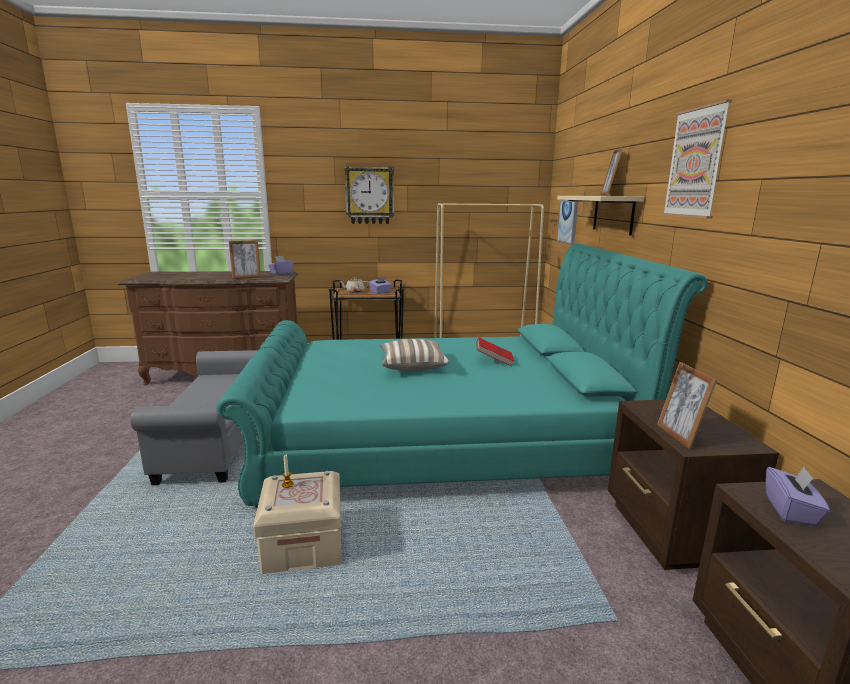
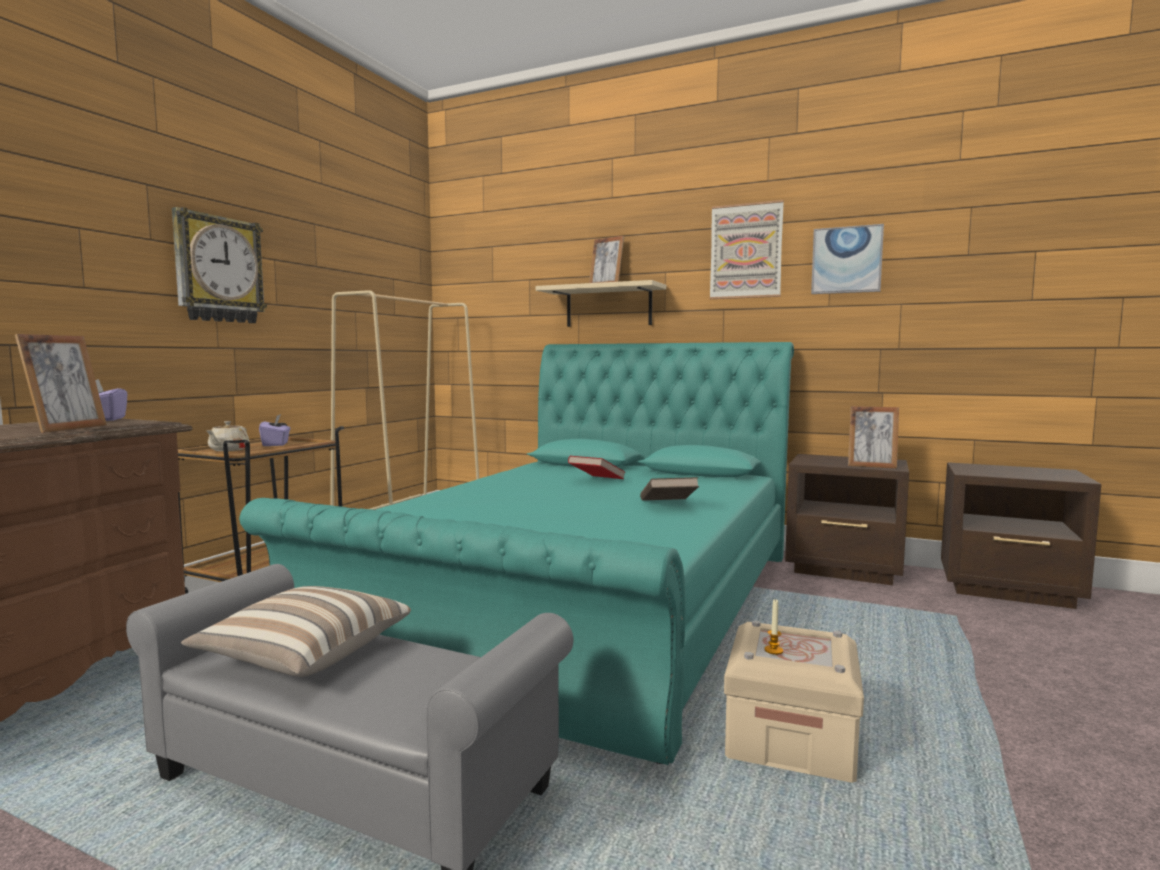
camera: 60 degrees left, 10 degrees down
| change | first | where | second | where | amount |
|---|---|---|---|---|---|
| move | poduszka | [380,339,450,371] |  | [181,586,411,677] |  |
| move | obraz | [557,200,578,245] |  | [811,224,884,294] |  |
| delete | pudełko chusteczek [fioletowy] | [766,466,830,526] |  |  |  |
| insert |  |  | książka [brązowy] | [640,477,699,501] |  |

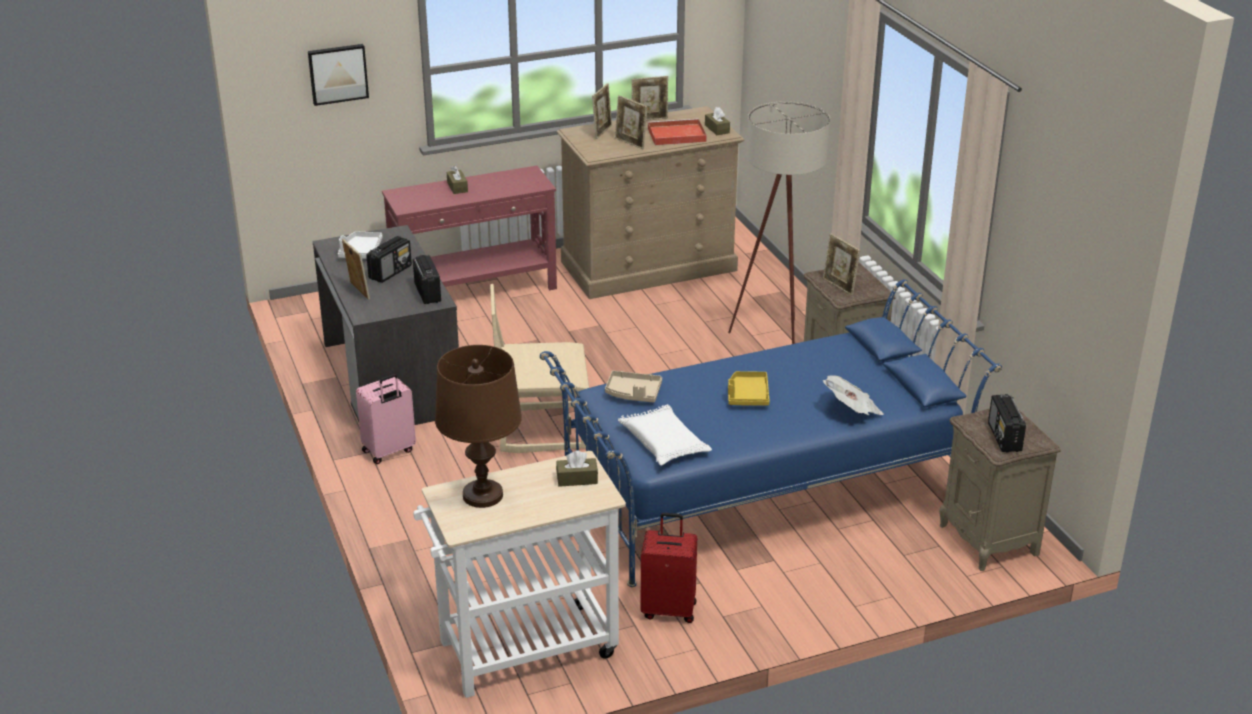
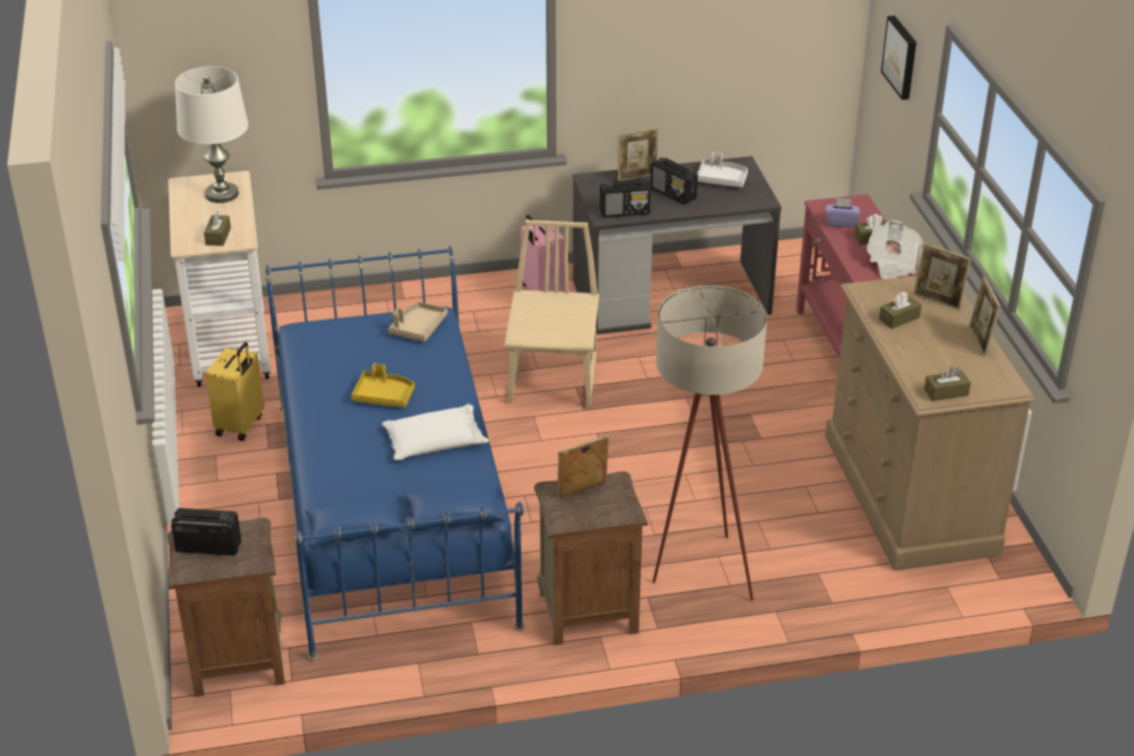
camera: 100 degrees right, 5 degrees up
| change | first | where | second | where | amount |
|---|---|---|---|---|---|
| recolor | lampa stołowa [brązowy] | [435,345,522,508] | lampa stołowa [biały] | [175,66,248,203] |  |
| replace | ramka na zdjęcie | [615,95,648,149] | pudełko chusteczek [brązowy] | [879,291,921,329] |  |
| move | poduszka [biały] | [618,404,712,466] |  | [382,403,489,461] |  |
| recolor | walizka [czerwony] | [641,513,697,623] | walizka [żółty] | [205,342,264,441] |  |
| delete | taca [czerwony] | [648,118,707,145] |  |  |  |
| move | gazeta | [823,375,884,415] |  | [866,220,923,279] |  |
| insert |  |  | pudełko chusteczek [fioletowy] | [825,198,860,228] |  |

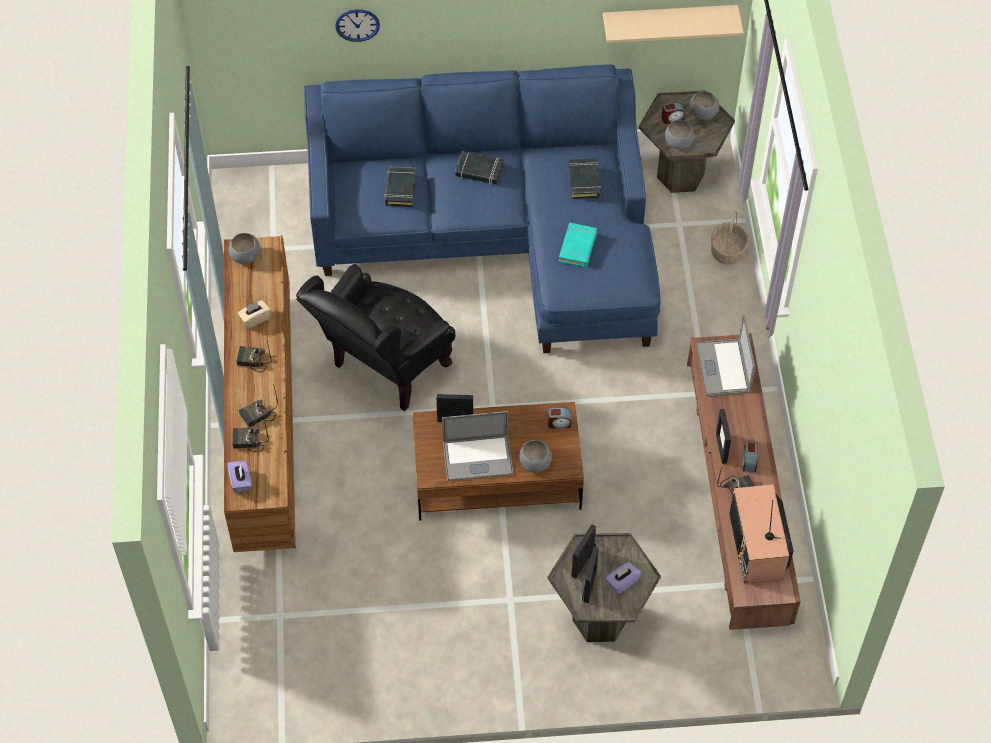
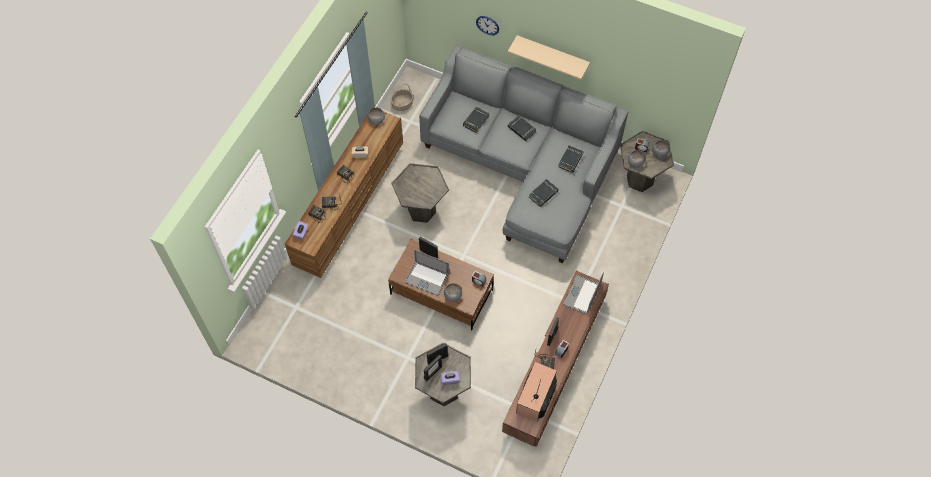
camera: 30 degrees right, 5 degrees up
| change | first | where | second | where | amount |
|---|---|---|---|---|---|
| replace | fotel [czarny] | [296,264,455,411] | stolik [szary] | [391,163,449,223] |  |
| recolor | kanapa [niebieski] | [304,64,661,353] | kanapa [szary] | [419,45,629,263] |  |
| recolor | książka [turkusowy] | [559,222,597,267] | książka [czarny] | [529,179,558,207] |  |
| move | półka [beżowy] | [603,5,744,43] |  | [508,35,590,80] |  |
| move | koszyk | [711,211,749,265] |  | [391,84,413,111] |  |

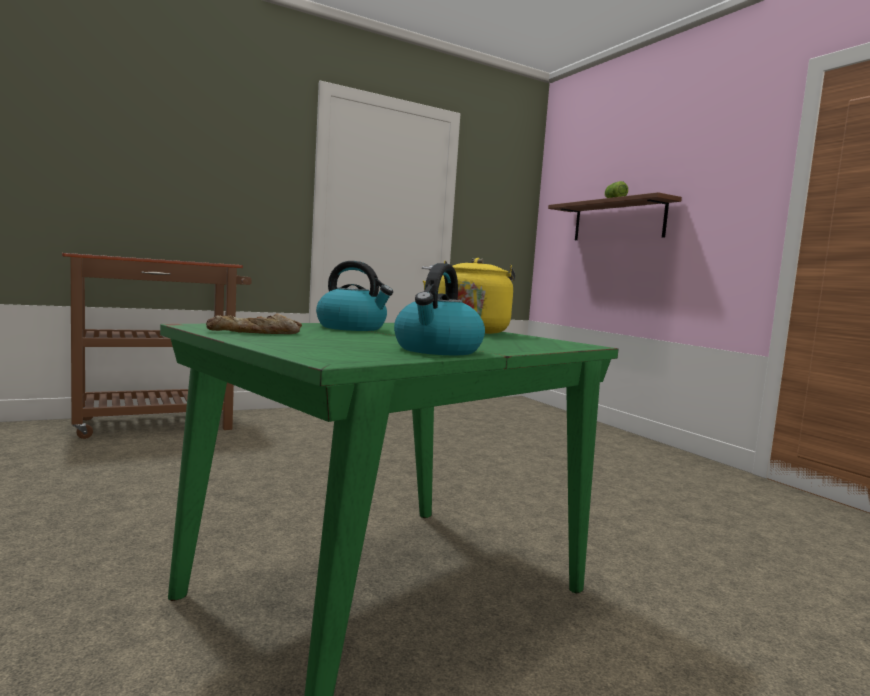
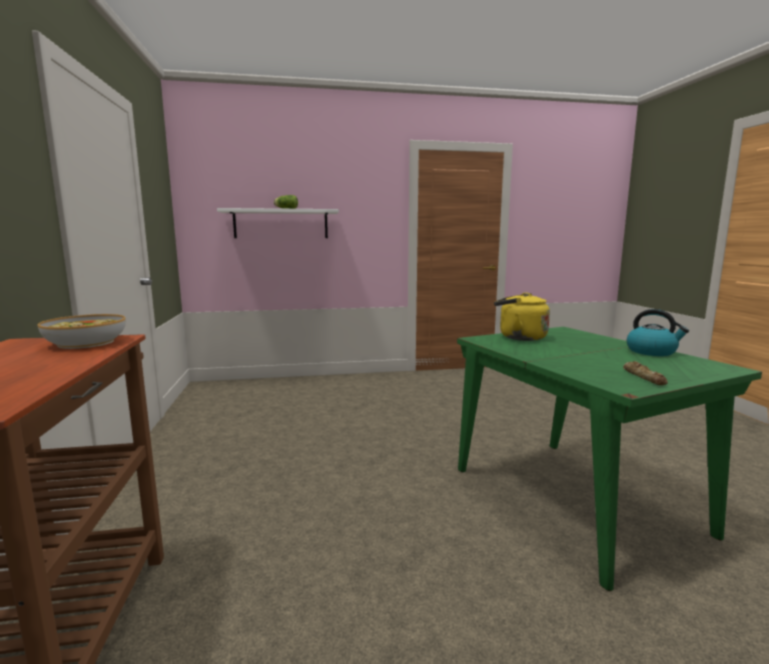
camera: 70 degrees left, 5 degrees up
| change | first | where | second | where | amount |
|---|---|---|---|---|---|
| delete | czajnik | [316,261,393,331] |  |  |  |
| recolor | półka [brązowy] | [548,192,682,240] | półka [biały] | [217,208,339,238] |  |
| insert |  |  | miska | [38,314,126,349] |  |

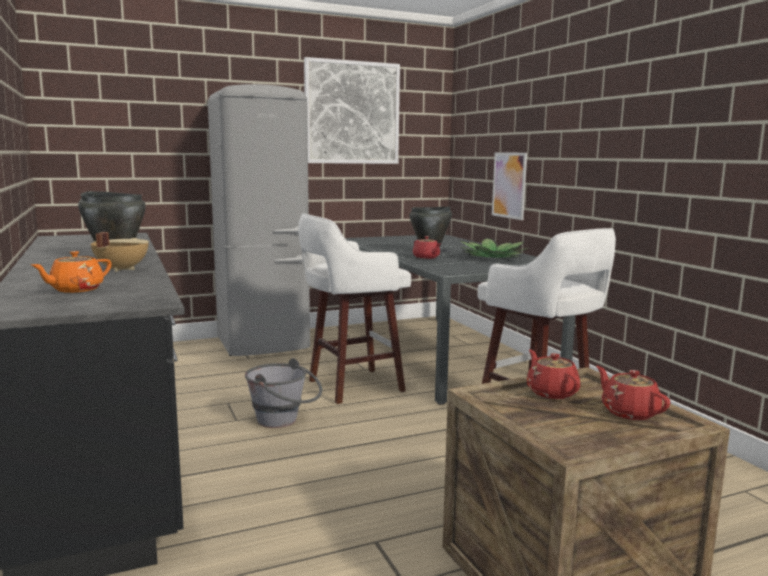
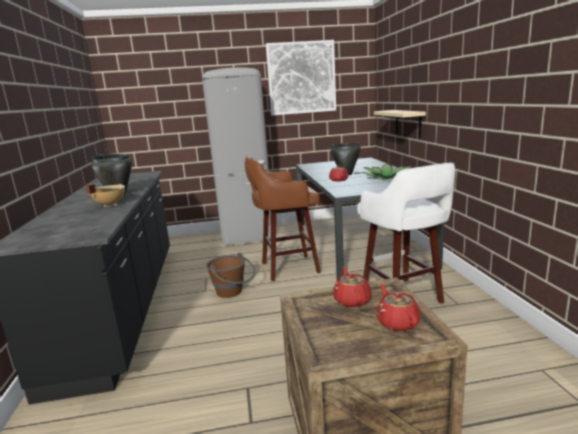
camera: 15 degrees right, 5 degrees up
| change | first | where | second | where | amount |
|---|---|---|---|---|---|
| delete | imbryk [pomarańczowy] | [32,251,112,293] |  |  |  |
| recolor | wiadro [szary] | [245,358,322,428] | wiadro [brązowy] | [206,253,255,298] |  |
| recolor | stołek [biały] | [298,213,411,404] | stołek [brązowy] | [245,156,321,281] |  |
| replace | obraz | [492,153,527,220] | półka [beżowy] | [374,110,426,138] |  |

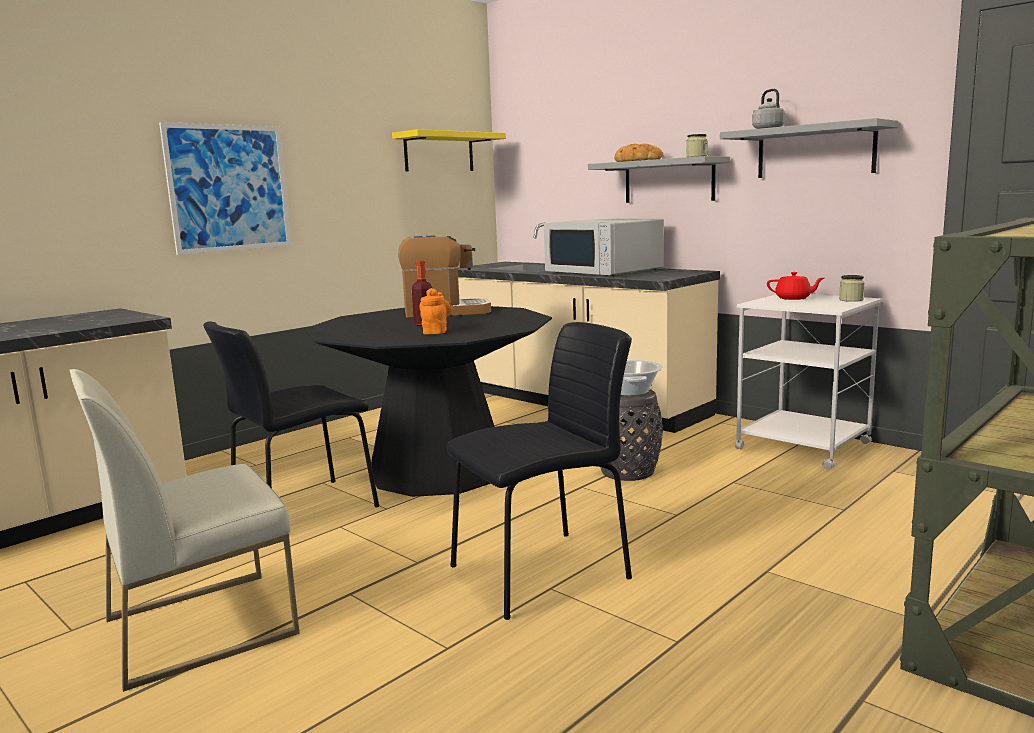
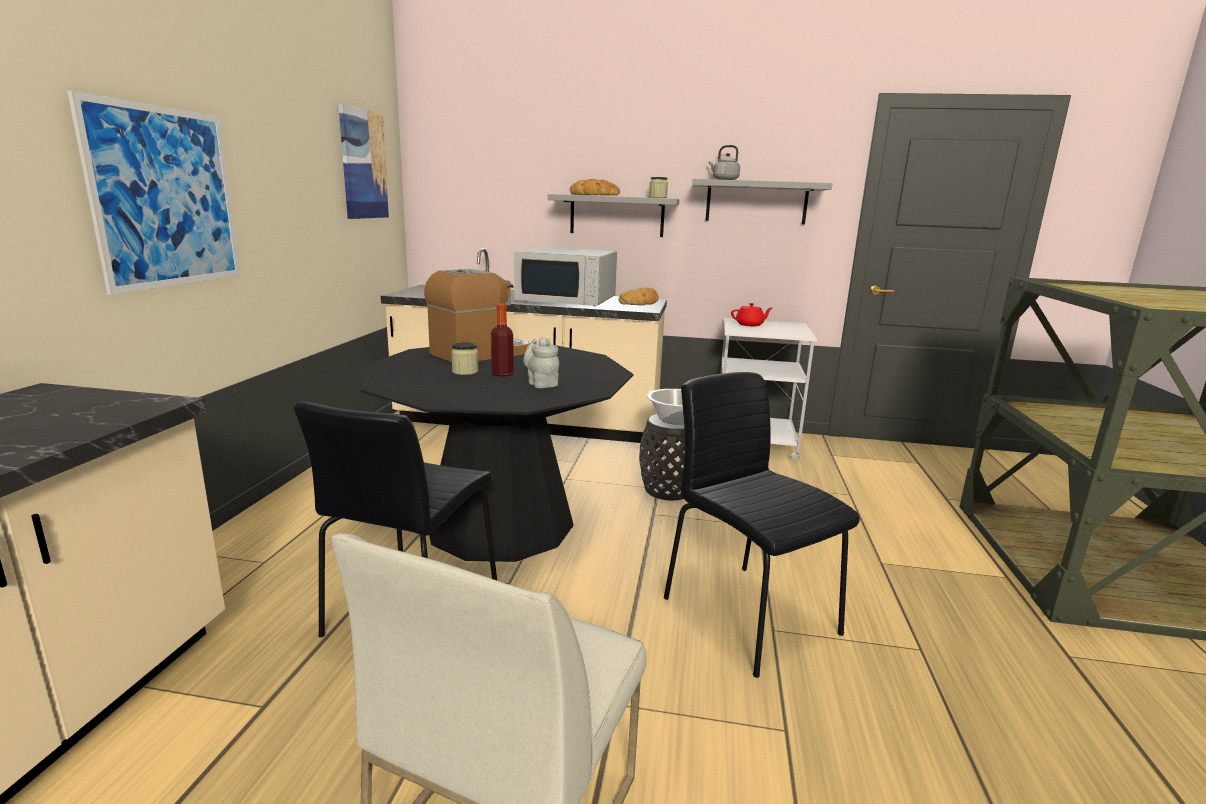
camera: 35 degrees left, 5 degrees up
| change | first | where | second | where | amount |
|---|---|---|---|---|---|
| replace | półka [żółty] | [392,129,506,172] | obraz | [338,104,390,219] |  |
| recolor | imbryk [pomarańczowy] | [419,288,451,334] | imbryk [szary] | [523,337,559,388] |  |
| rotate | krzesło [czarny] | [447,322,632,620] |  | [664,372,860,678] | 60 degrees counterclockwise |
| move | słoik | [839,275,865,302] |  | [451,342,479,375] |  |
| insert |  |  | chleb | [618,287,659,305] |  |

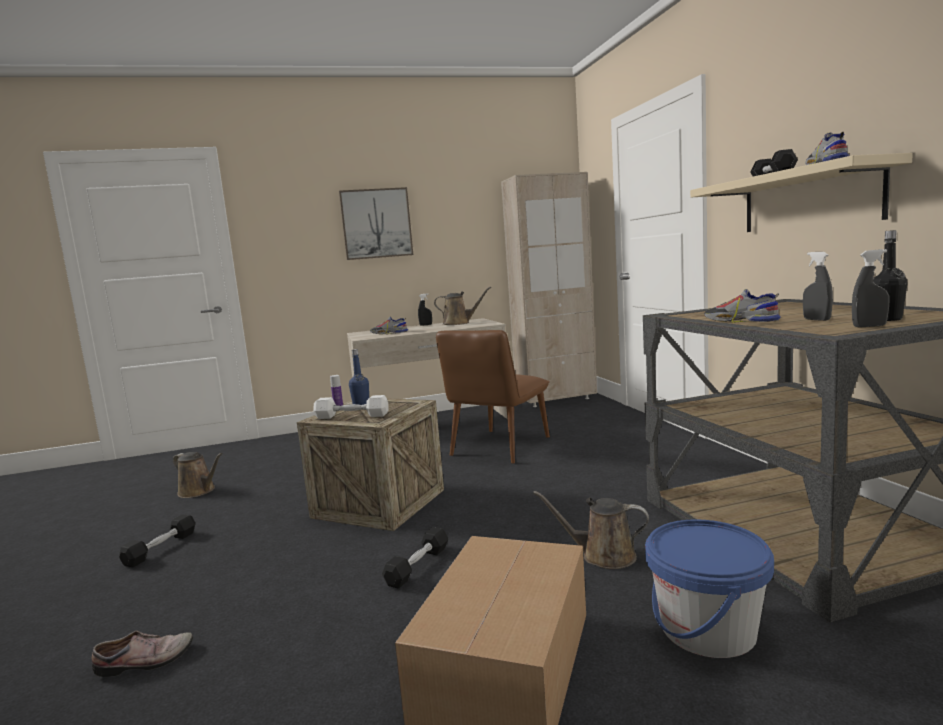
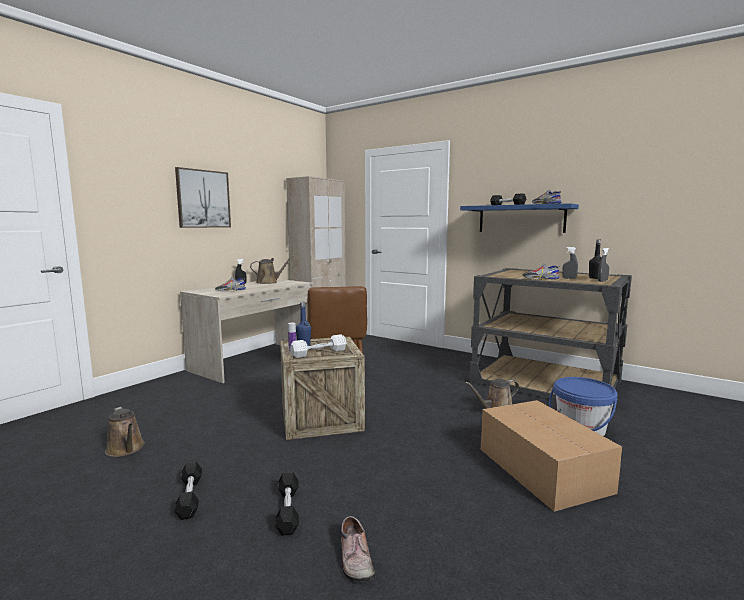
camera: 40 degrees left, 0 degrees up
| change | first | where | second | where | amount |
|---|---|---|---|---|---|
| rotate | but | [92,631,193,677] |  | [341,516,375,582] | 135 degrees clockwise |
| rotate | konewka [brązowy] | [173,452,222,498] |  | [105,407,145,457] | 60 degrees clockwise |
| move | hantel [czarny] | [382,527,448,589] |  | [275,472,299,536] |  |
| recolor | półka [beżowy] | [690,153,913,232] | półka [niebieski] | [460,203,579,233] |  |

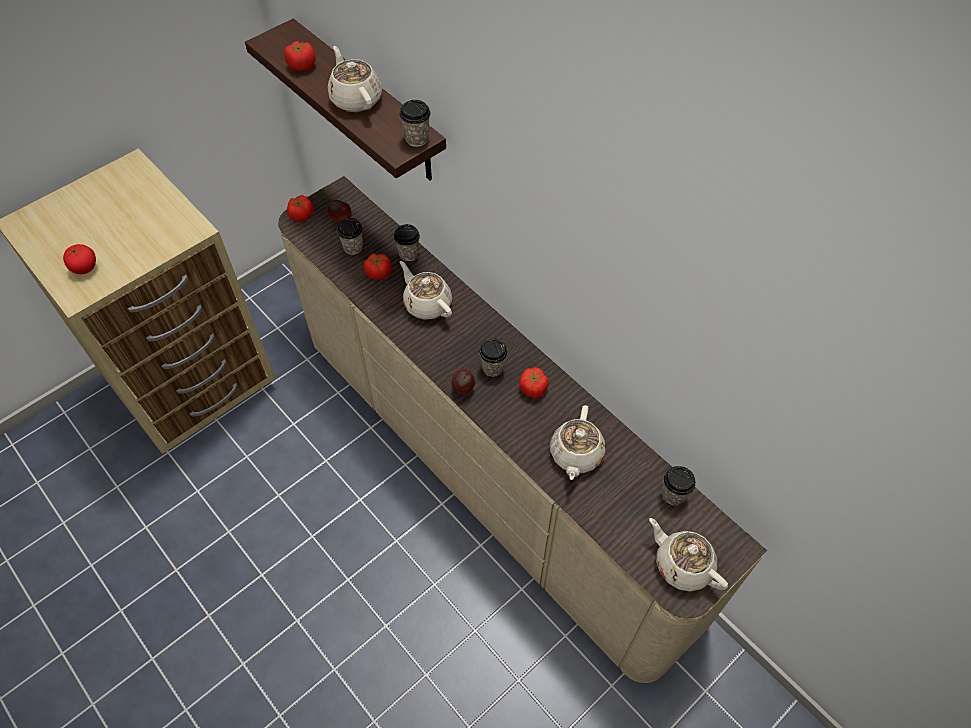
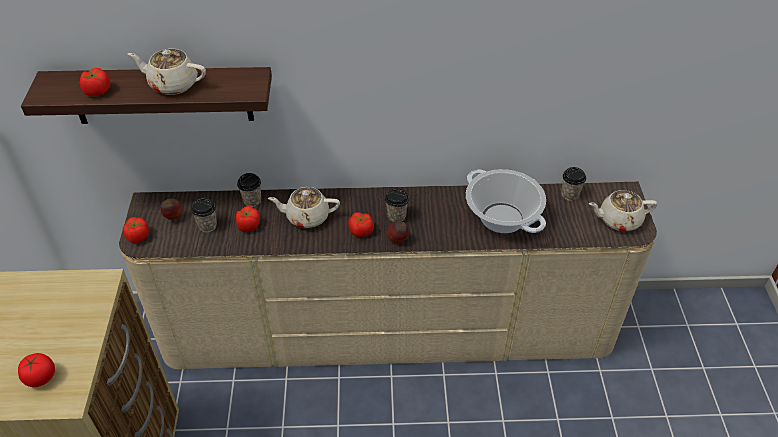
camera: 50 degrees left, 10 degrees down
| change | first | where | second | where | amount |
|---|---|---|---|---|---|
| delete | filiżanka | [399,100,431,147] |  |  |  |
| move | pomidor | [519,367,549,398] |  | [348,212,374,237] |  |
| replace | imbryk [beżowy] | [550,405,605,480] | garnek | [466,169,546,233] |  |

